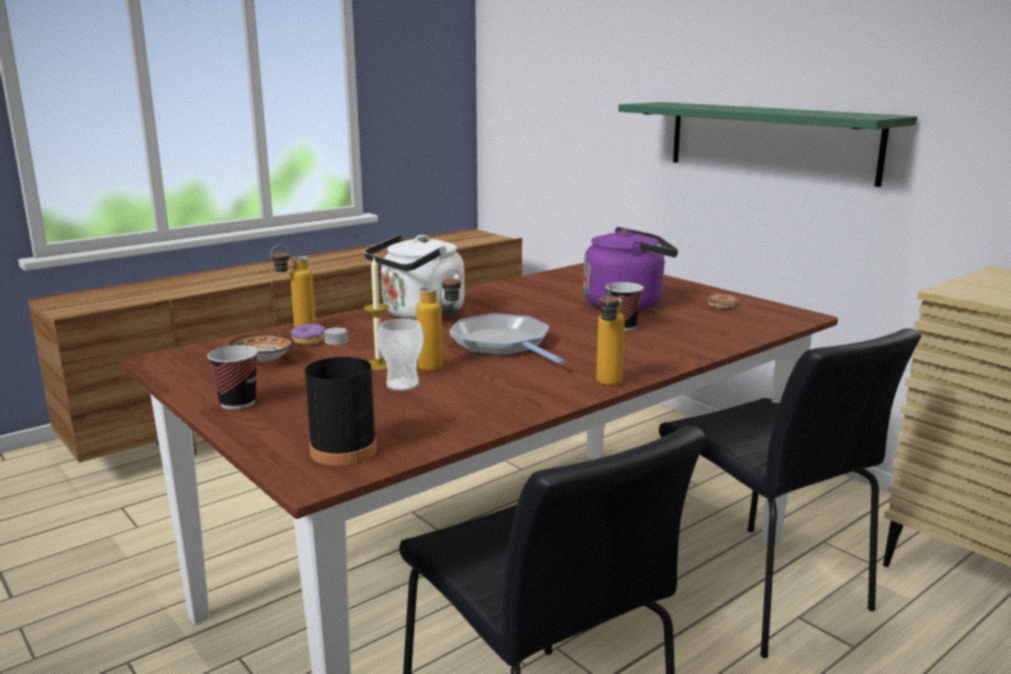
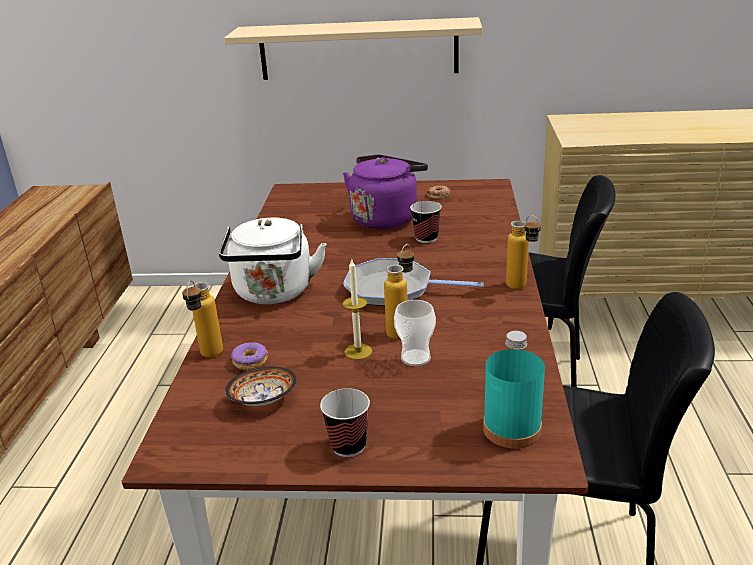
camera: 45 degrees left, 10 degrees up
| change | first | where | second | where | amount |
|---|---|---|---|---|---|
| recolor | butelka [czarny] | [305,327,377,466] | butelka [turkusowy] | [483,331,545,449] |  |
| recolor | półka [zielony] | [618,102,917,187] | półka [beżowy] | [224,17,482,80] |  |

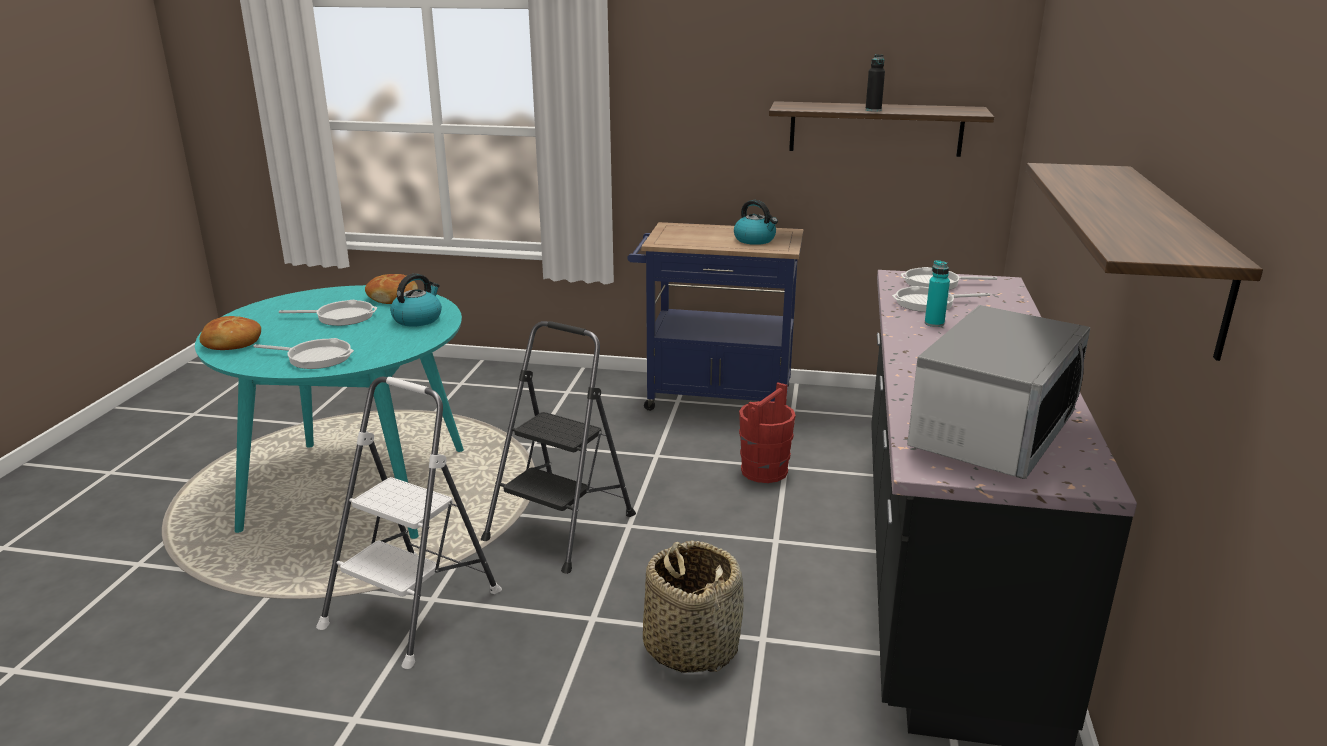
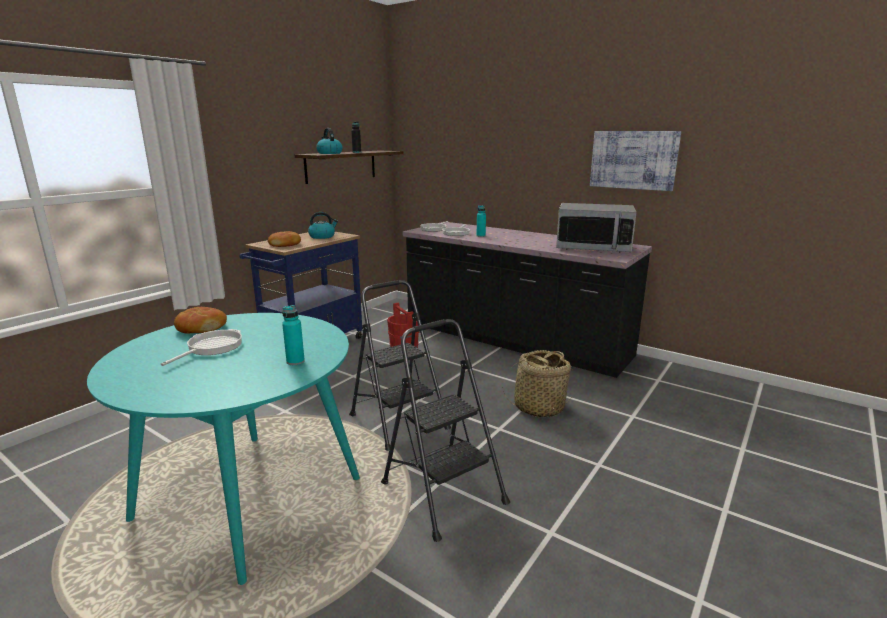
camera: 65 degrees left, 5 degrees down
| change | first | where | second | where | amount |
|---|---|---|---|---|---|
| move | chleb | [199,316,261,350] |  | [268,231,301,247] |  |
| replace | patelnia | [253,338,354,369] | butelka [turkusowy] | [282,305,305,365] |  |
| recolor | drabinka [biały] | [316,377,502,669] | drabinka [czarny] | [381,319,510,542] |  |
| move | czajnik | [390,273,442,327] |  | [316,128,342,154] |  |
| rotate | mikrofalówka | [907,305,1090,479] |  | [556,203,637,252] | 135 degrees clockwise |
| replace | półka | [1026,163,1263,361] | obraz | [590,131,681,191] |  |

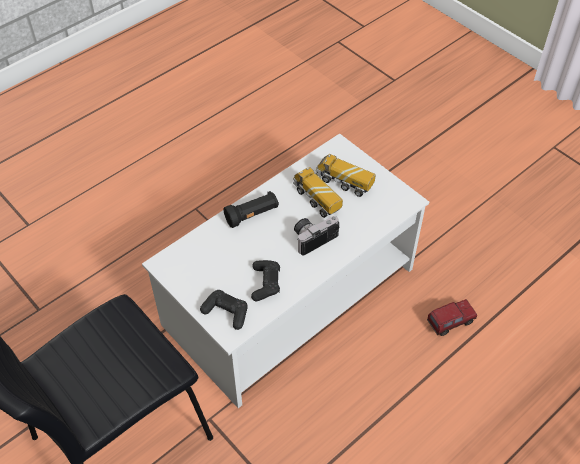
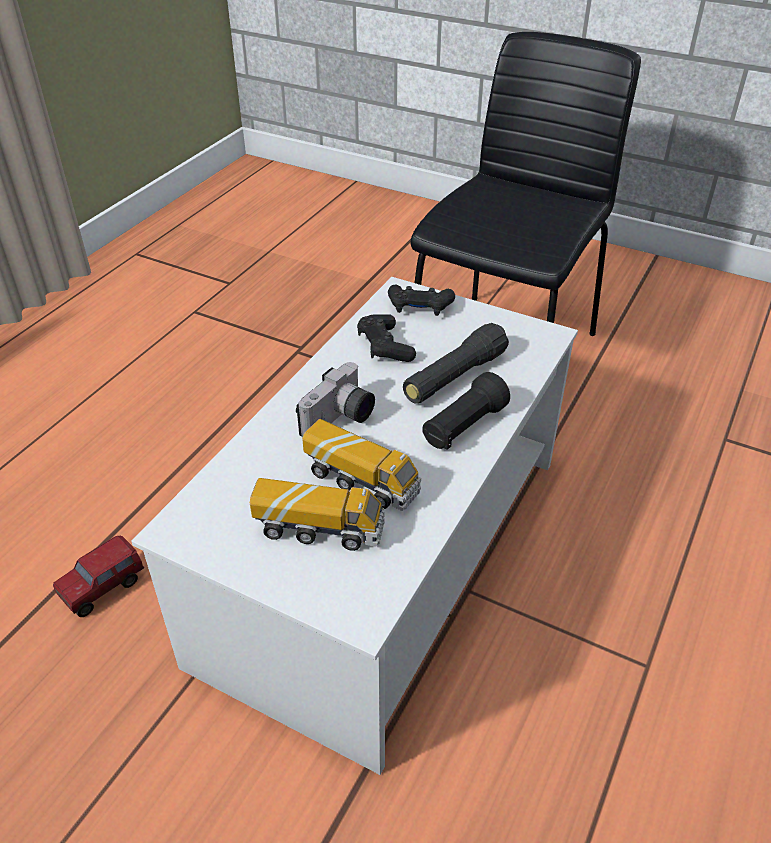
camera: 160 degrees right, 10 degrees down
| change | first | where | second | where | amount |
|---|---|---|---|---|---|
| insert |  |  | latarka [czarny] | [403,323,509,403] |  |

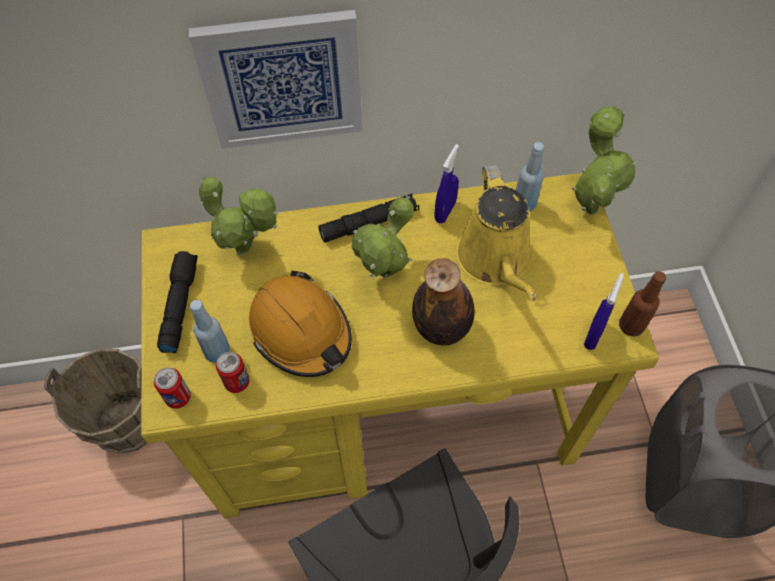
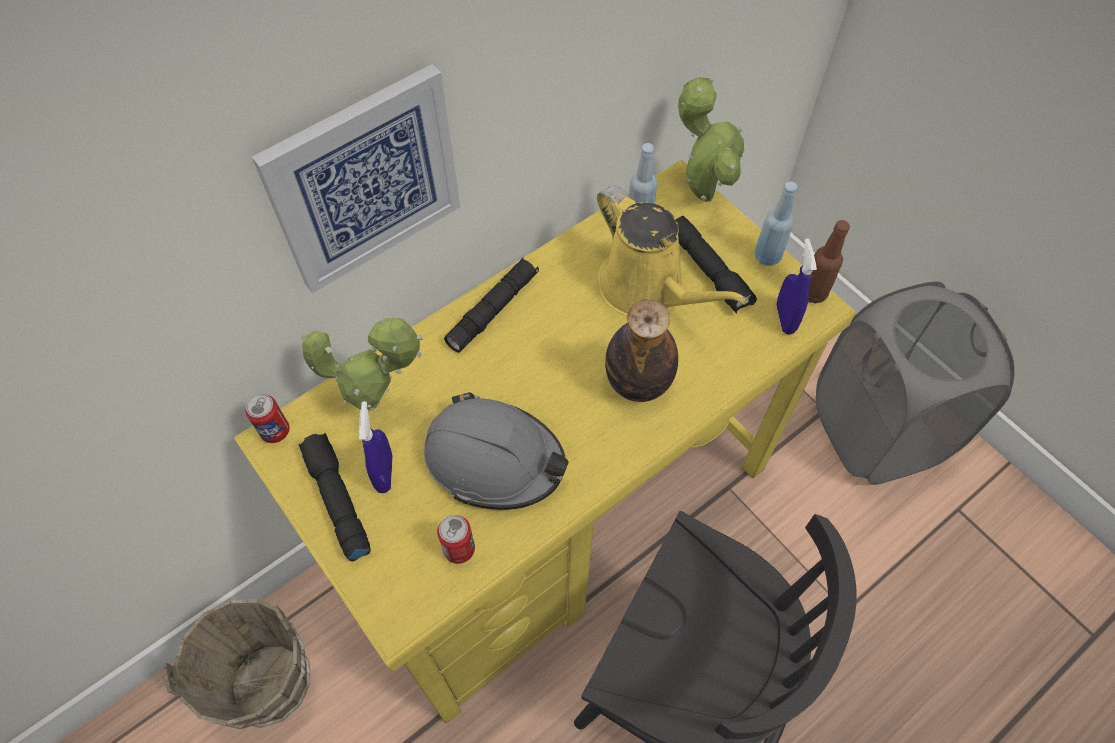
camera: 30 degrees left, 0 degrees up
| change | first | where | second | where | amount |
|---|---|---|---|---|---|
| move | puszka | [154,367,191,409] |  | [245,393,290,443] |  |
| move | butelka [niebieski] | [190,300,230,363] |  | [754,181,798,266] |  |
| recolor | kask [pomarańczowy] | [249,271,352,377] | kask [szary] | [424,392,569,510] |  |
| delete | roślina doniczkowa | [352,195,414,278] |  |  |  |
| move | spryskiwacz [niebieski] | [434,144,459,223] |  | [359,401,392,493] |  |
| insert |  |  | latarka [czarny] | [676,216,757,314] |  |

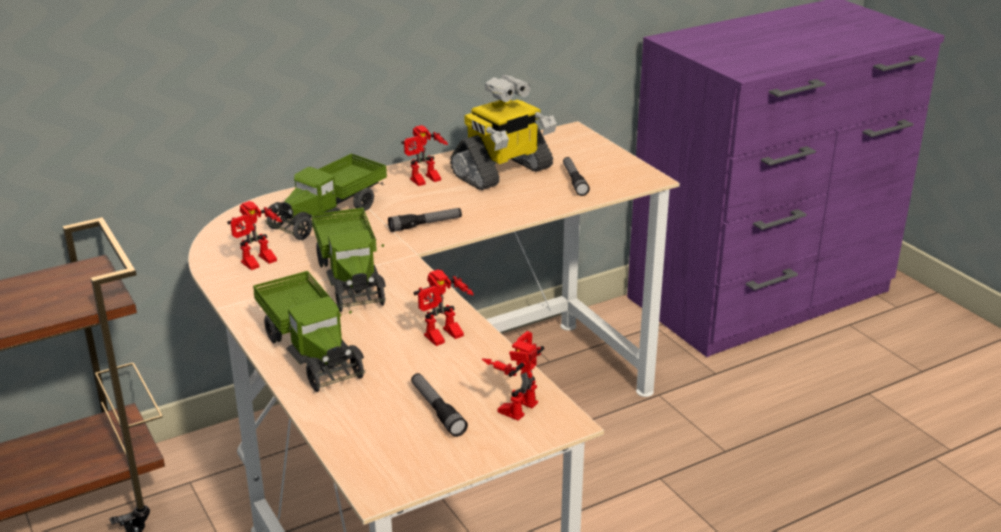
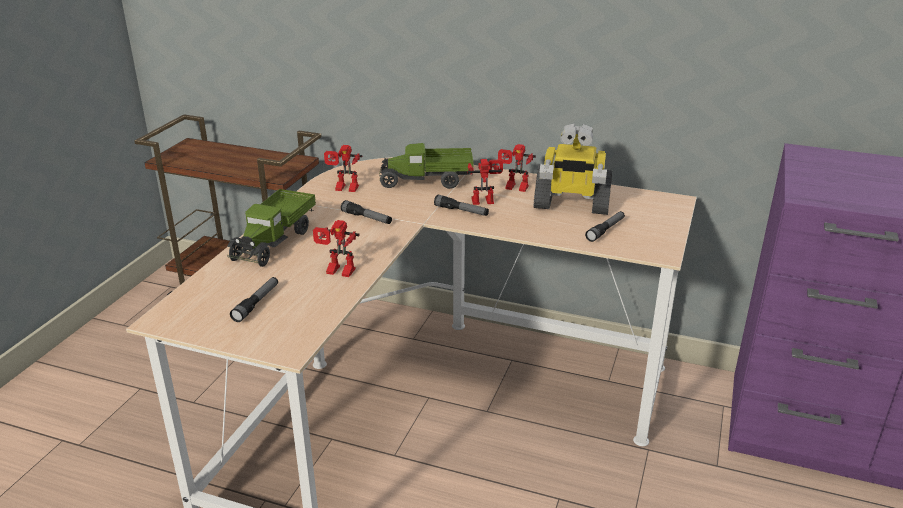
camera: 50 degrees right, 0 degrees up
| change | first | where | second | where | amount |
|---|---|---|---|---|---|
| replace | ciężarówka zabawkowa | [311,208,386,312] | latarka | [341,200,392,224] |  |
| move | robot zabawkowy | [482,331,545,421] |  | [467,159,503,205] |  |

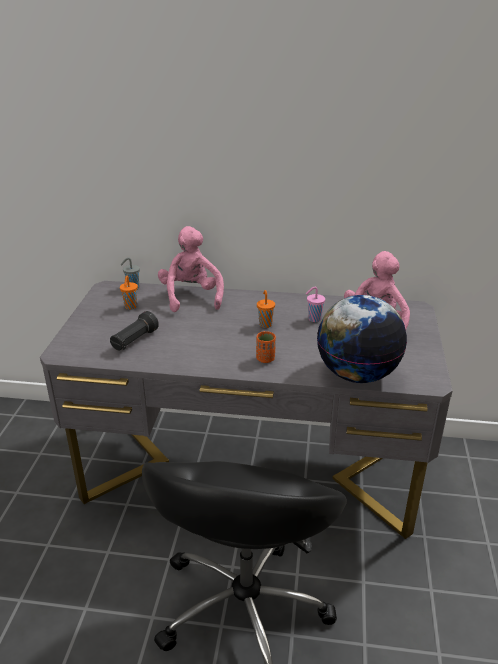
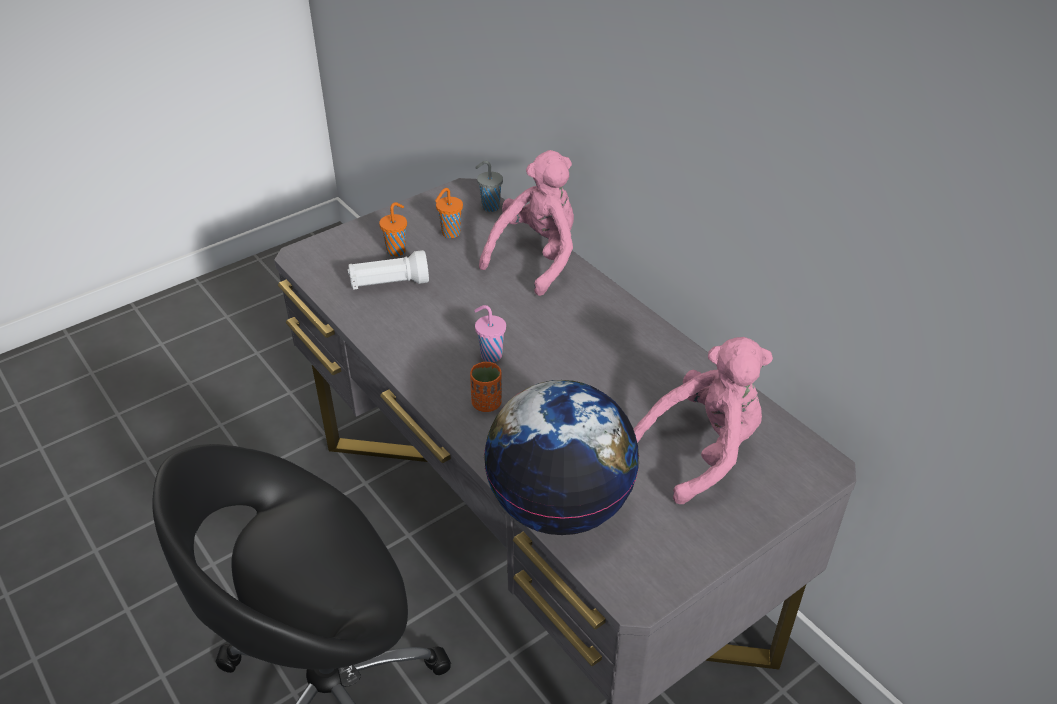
camera: 45 degrees right, 10 degrees up
| change | first | where | second | where | amount |
|---|---|---|---|---|---|
| recolor | latarka [czarny] | [110,311,159,351] | latarka [biały] | [348,250,429,290] |  |
| move | filiżanka [pomarańczowy] | [257,290,275,328] |  | [379,202,407,257] |  |
| move | filiżanka [różowy] | [306,287,325,322] |  | [474,305,506,362] |  |

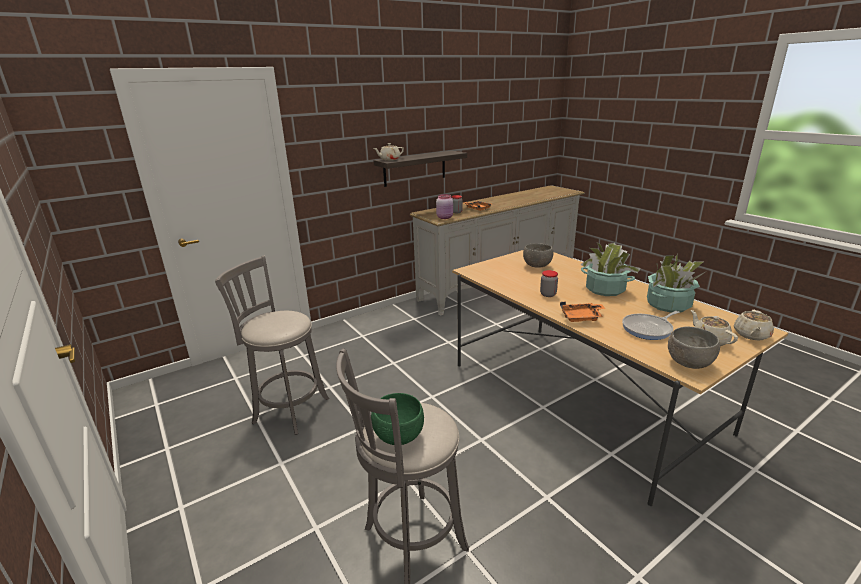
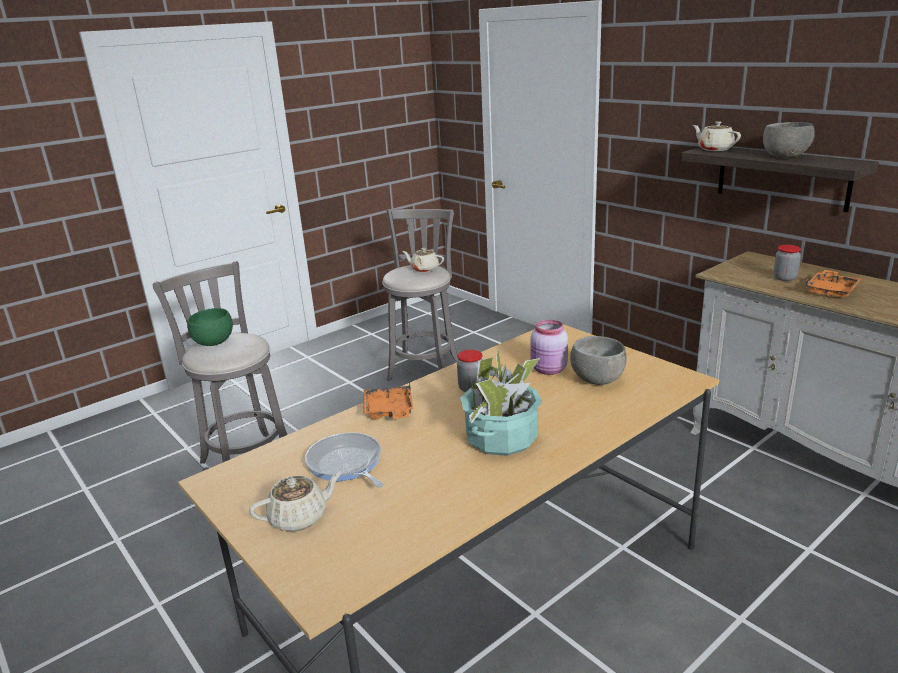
camera: 85 degrees right, 0 degrees up
| change | first | where | second | where | amount |
|---|---|---|---|---|---|
| move | słoik [różowy] | [436,194,453,219] |  | [530,320,568,375] |  |
| delete | roślina doniczkowa | [647,254,707,313] |  |  |  |
| move | miska [szary] | [668,327,720,369] |  | [763,122,815,157] |  |
| move | imbryk [beżowy] | [734,310,774,340] |  | [402,248,444,272] |  |

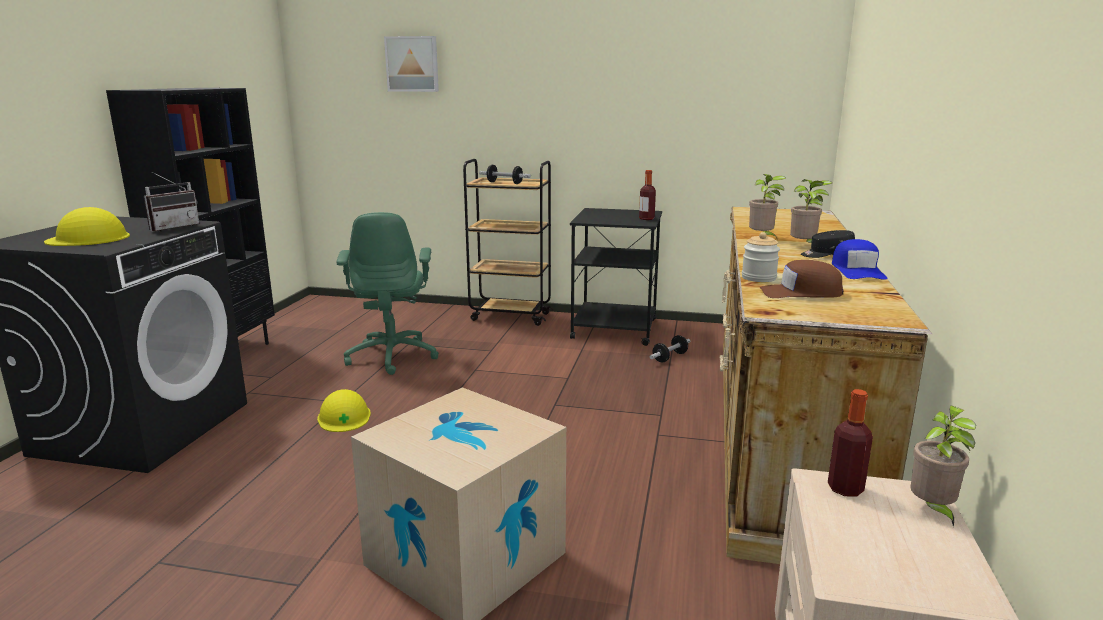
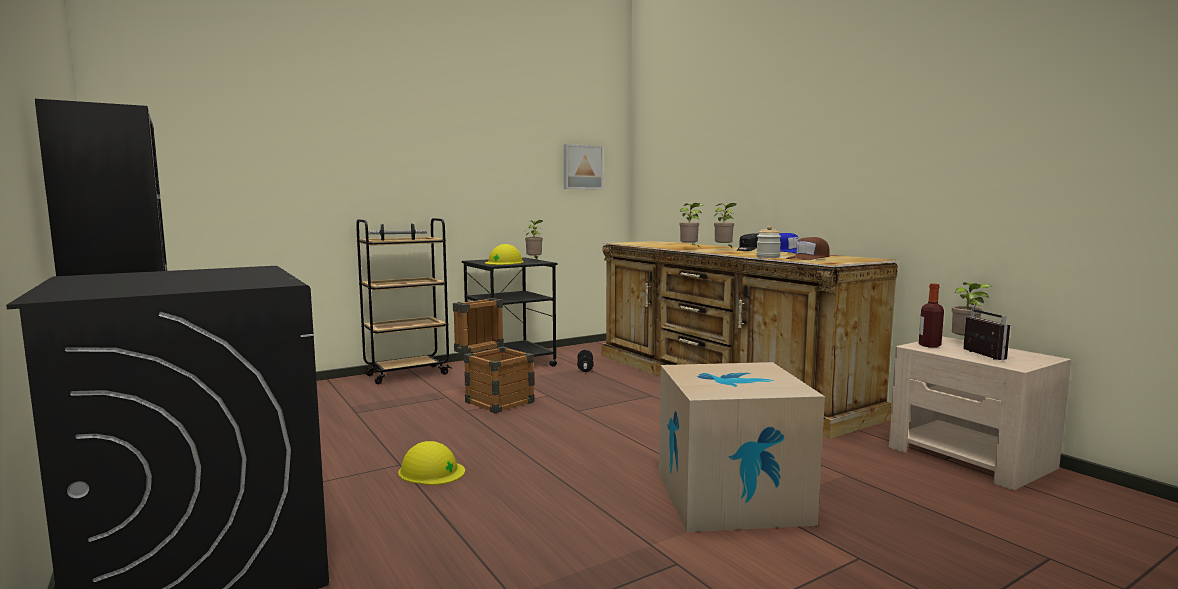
camera: 45 degrees left, 10 degrees down
| change | first | where | second | where | amount |
|---|---|---|---|---|---|
| move | kask [żółty] | [44,207,130,246] |  | [485,244,524,265] |  |
| move | radio | [143,172,200,231] |  | [963,302,1010,360] |  |
| delete | krzesło biurowe [zielony] | [337,212,439,375] |  |  |  |
| move | obraz | [384,36,439,92] |  | [564,144,603,189] |  |
| replace | butelka | [639,170,656,220] | roślina doniczkowa | [525,220,543,259] |  |
| insert |  |  | skrzynka | [453,298,535,413] |  |

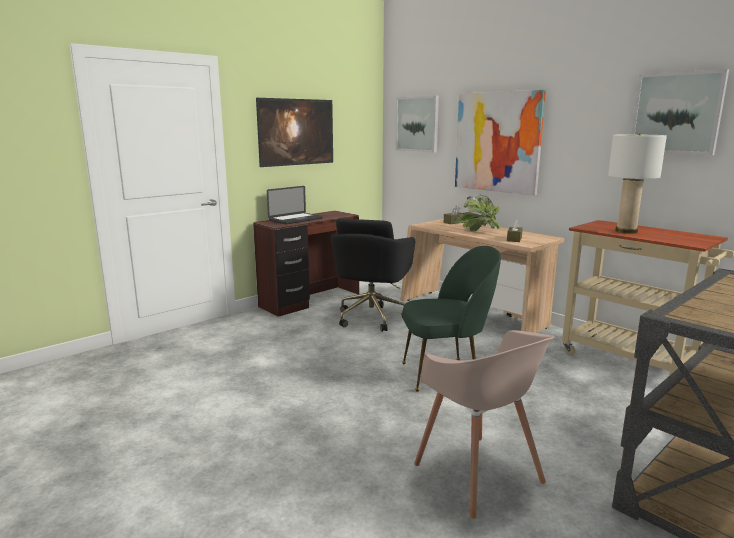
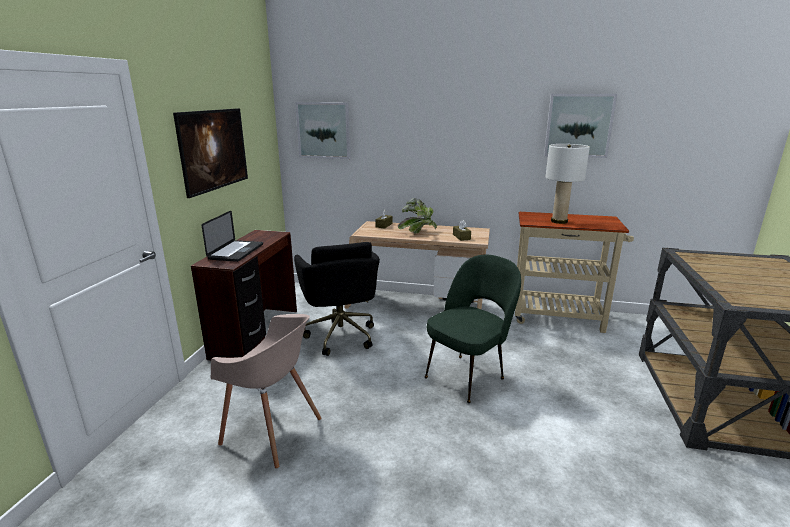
camera: 35 degrees left, 5 degrees up
| change | first | where | second | where | amount |
|---|---|---|---|---|---|
| move | krzesło [beżowy] | [414,330,555,519] |  | [211,314,321,468] |  |
| delete | obraz | [455,90,546,196] |  |  |  |

